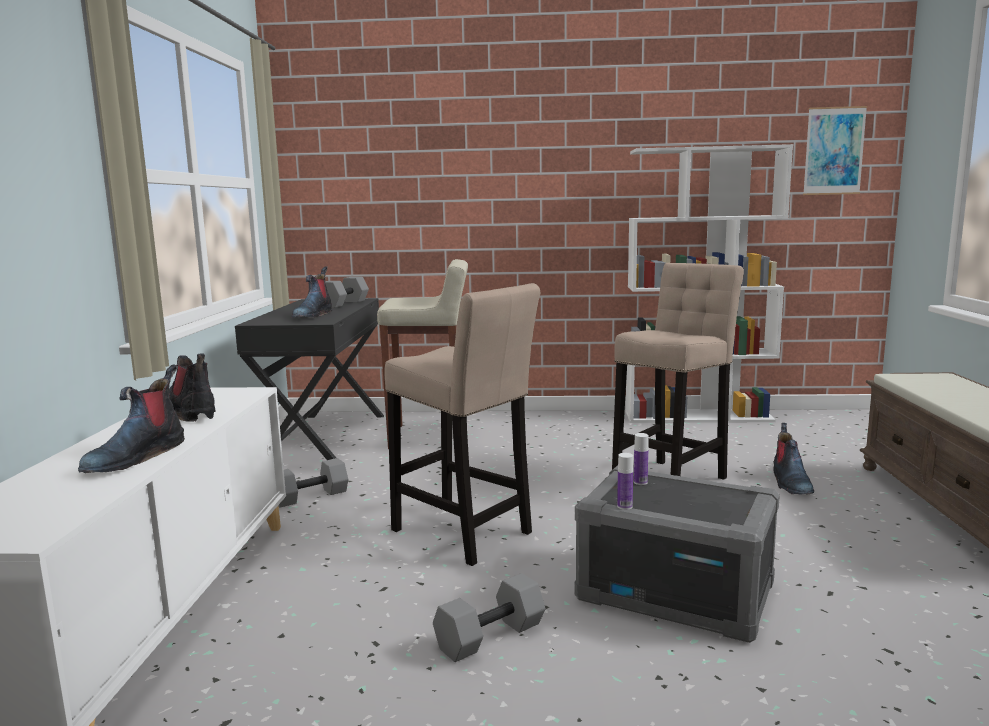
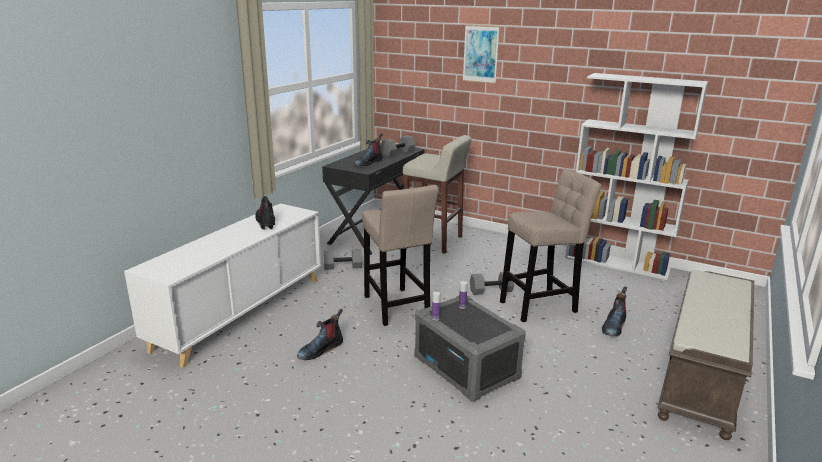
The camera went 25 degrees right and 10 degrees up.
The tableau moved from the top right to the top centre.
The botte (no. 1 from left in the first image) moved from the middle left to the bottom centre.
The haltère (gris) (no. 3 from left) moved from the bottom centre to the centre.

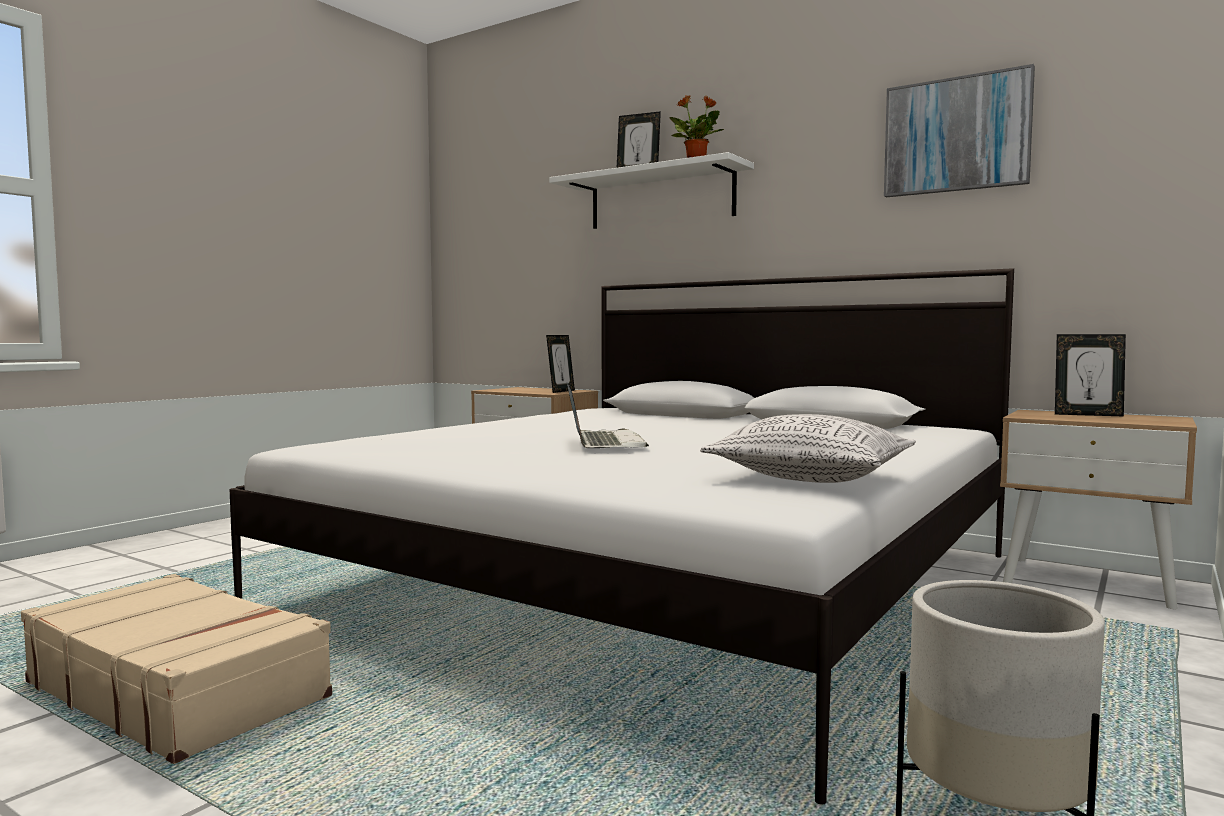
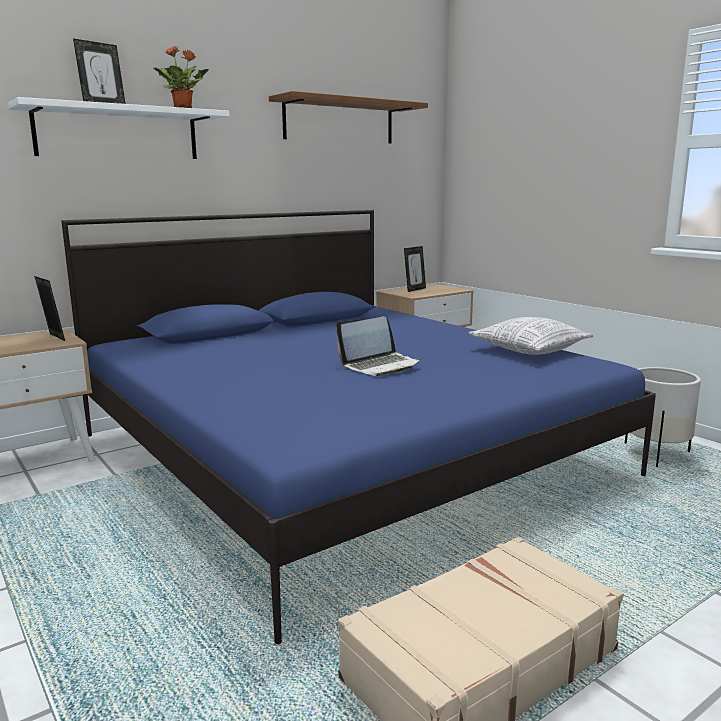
The camera went 70 degrees left and 10 degrees up.
The tableau at the top right was replaced by the étagère (marron) at the top centre.
The lit (blanc) at the centre became the lit (bleu) at the centre.
The ordinateur portable at the centre turned 135 degrees clockwise.

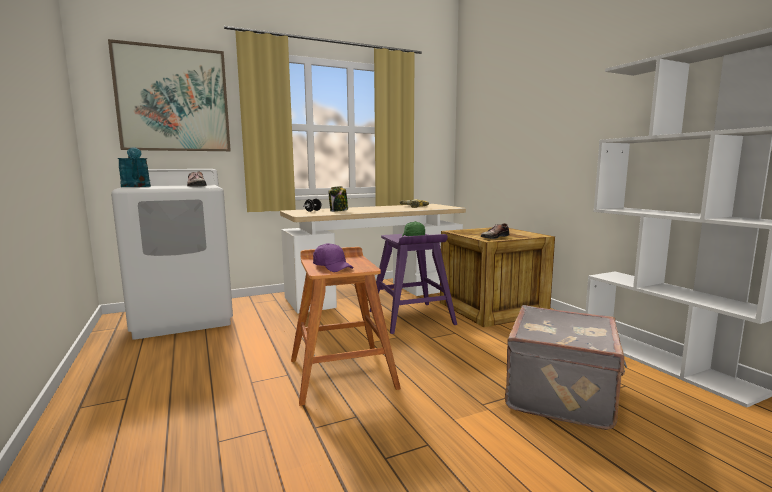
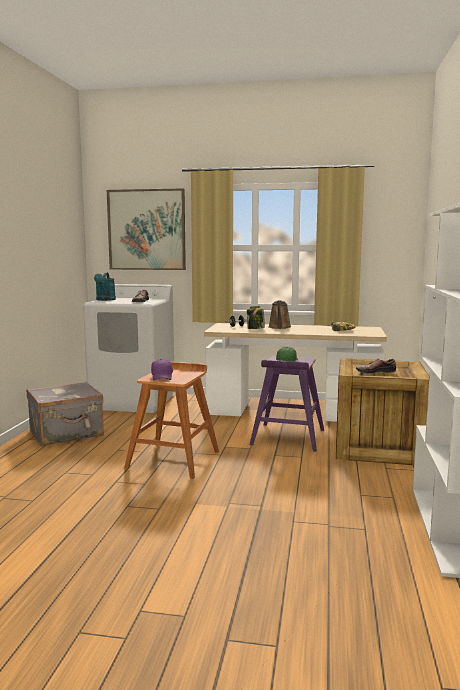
The camera went 35 degrees right and 0 degrees up.
The valise (gris) moved from the bottom right to the middle left.
The arrosoir (marron) at the centre appeared.

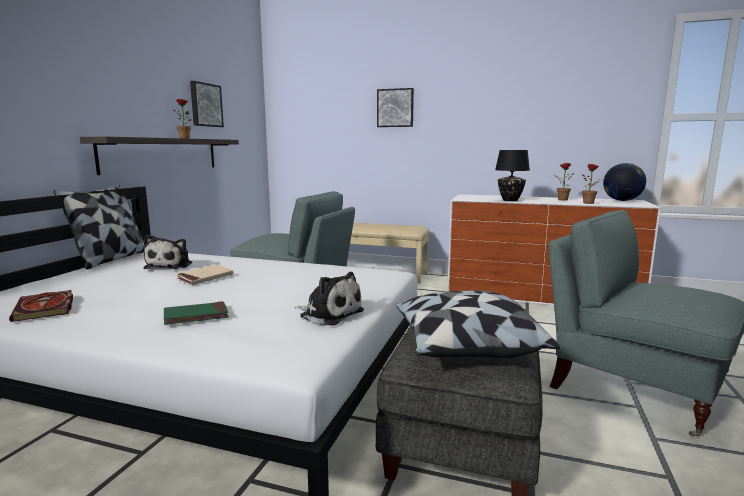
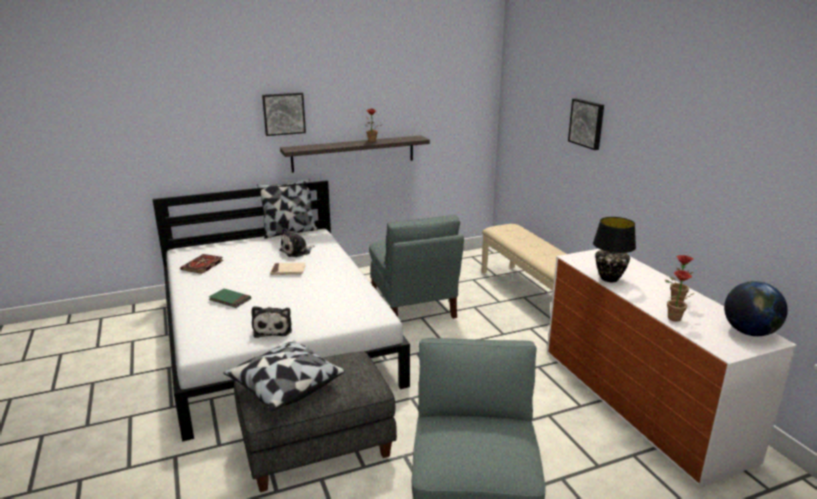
The camera went 50 degrees right and 10 degrees up.
The tableau (no. 1 from left) moved from the top left to the top centre.

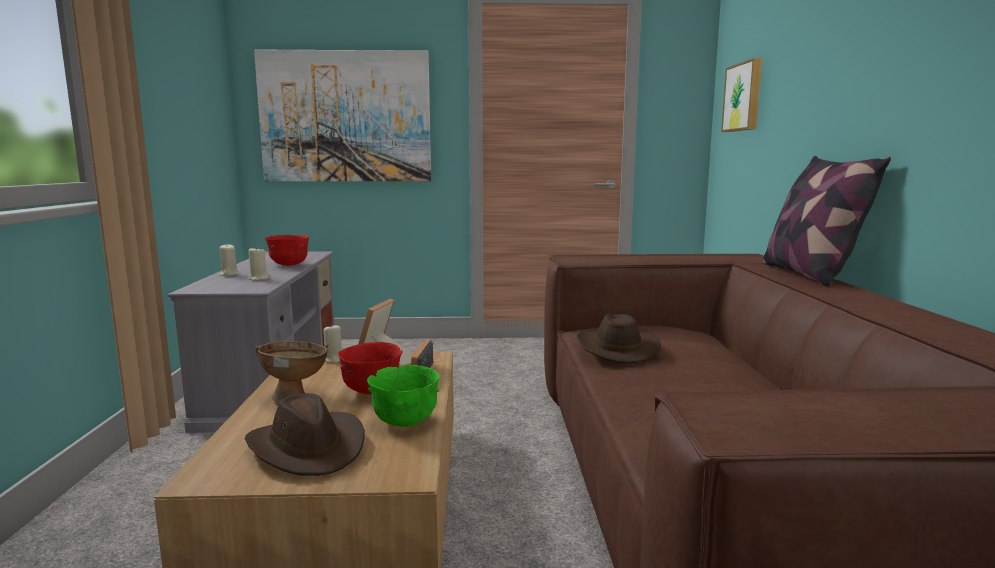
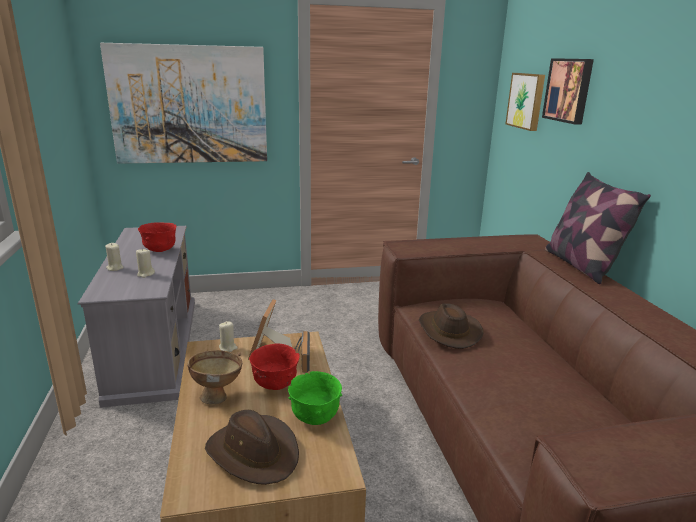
The camera went 10 degrees left and 10 degrees up.
The tableau (no. 3 from left) at the top right appeared.

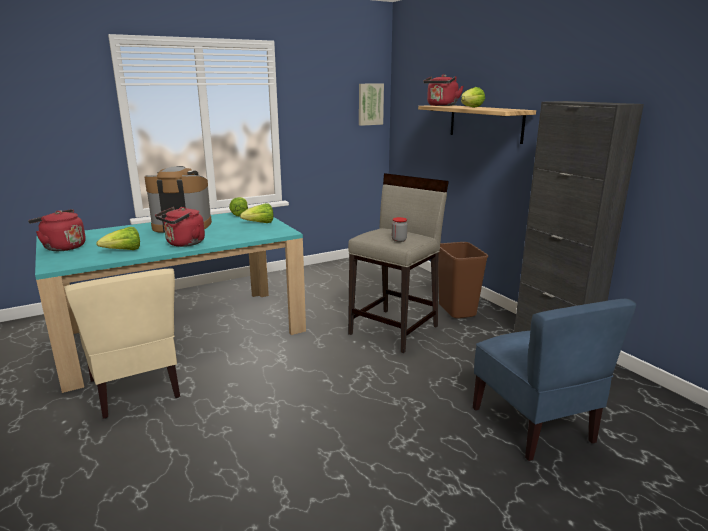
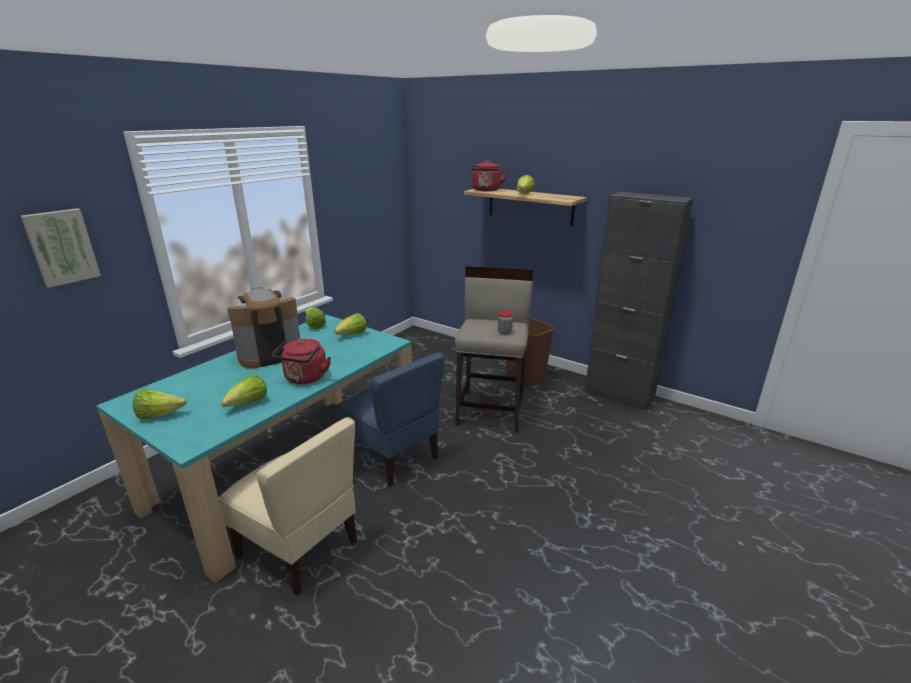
The camera went 25 degrees left and 5 degrees up.
The tableau moved from the top centre to the middle left.
The bouilloire (rouge) (no. 1 from left) at the middle left was replaced by the laitue (no. 1 from left) at the middle left.
The chaise (bleu) moved from the bottom right to the centre.

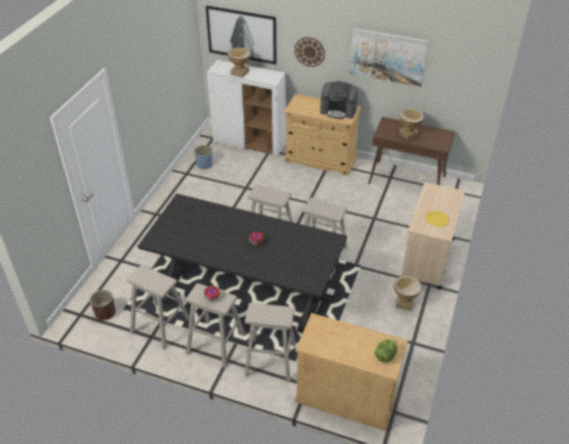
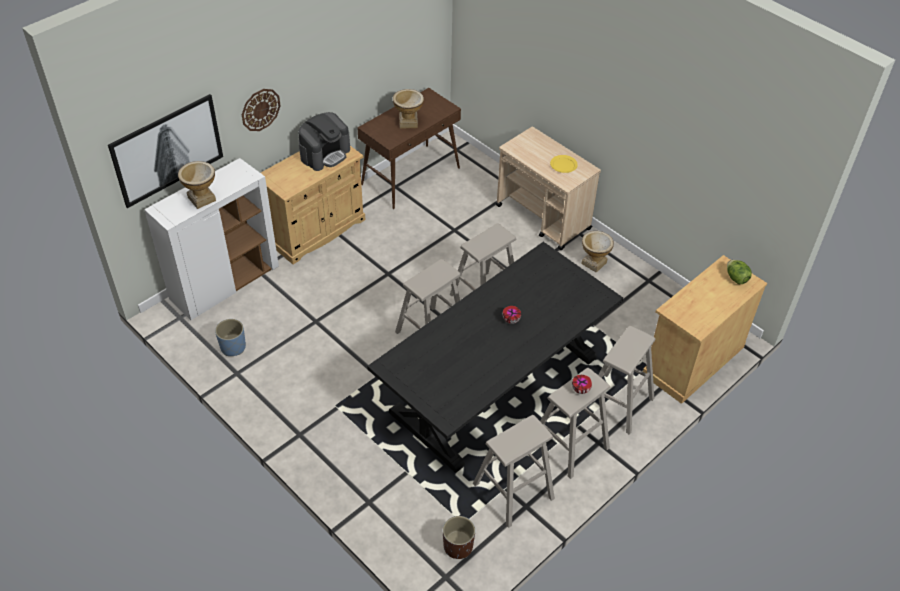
The camera went 65 degrees left and 5 degrees up.
The tableau (no. 2 from left) at the top right disappeared.

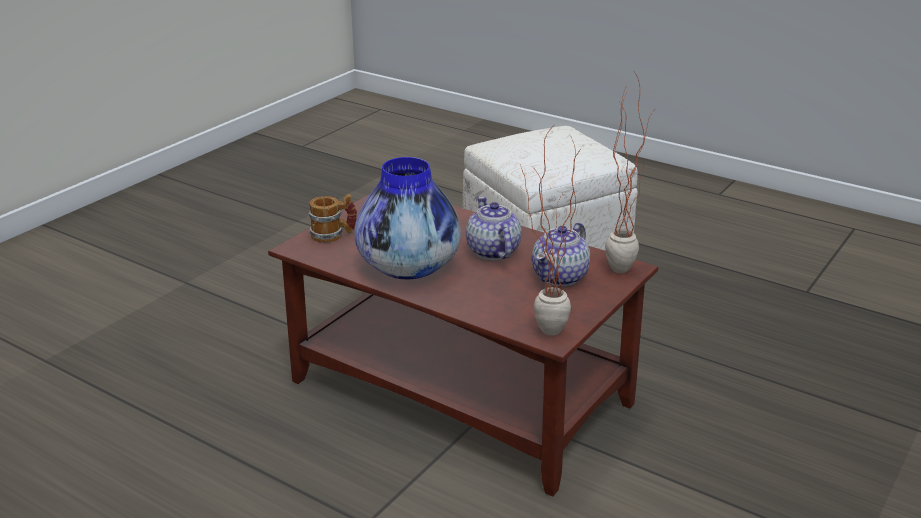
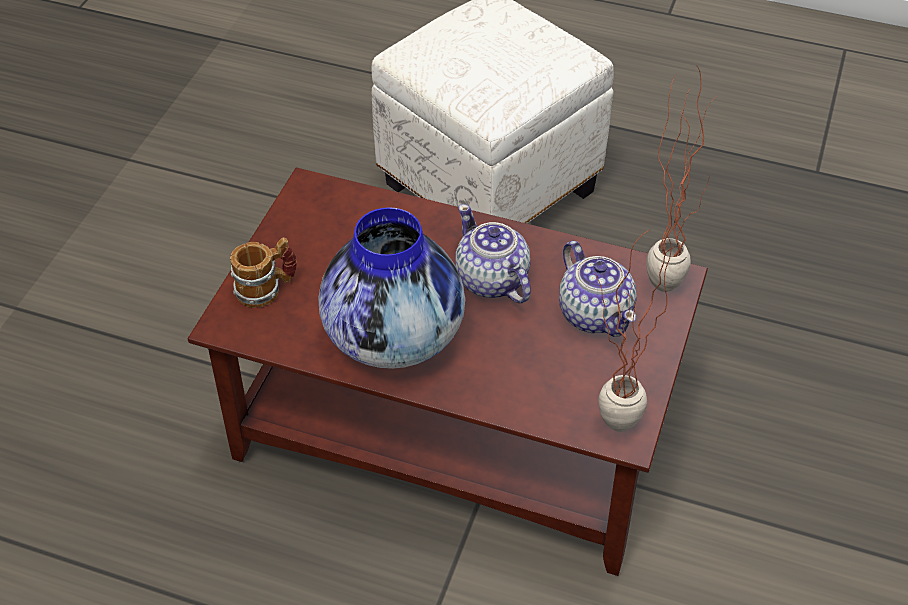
The camera went 15 degrees left and 20 degrees up.
The théière (no. 2 from left) at the centre turned 45 degrees counterclockwise.

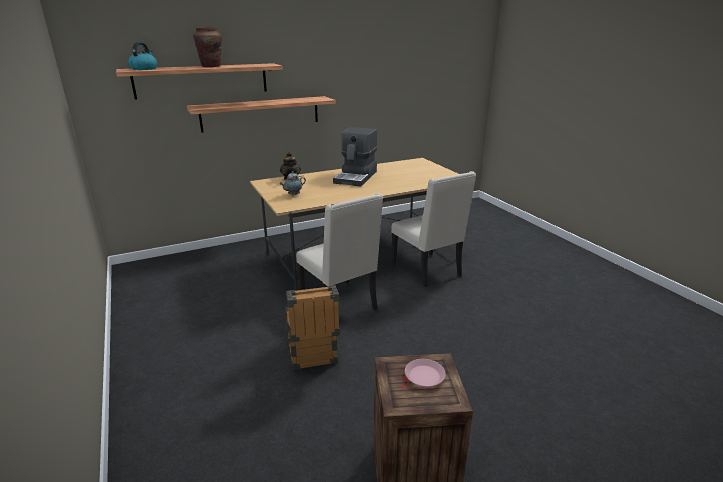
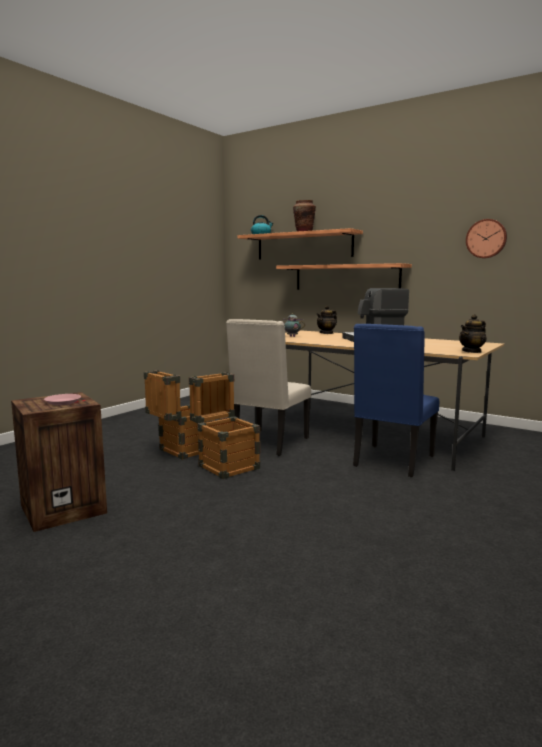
The camera went 60 degrees right and 15 degrees down.
The chaise (beige) (no. 2 from left) at the centre became the chaise (bleu) at the middle right.
The horloge murale at the top right appeared.
The théière (no. 3 from left) at the middle right appeared.
The caisse (no. 3 from left) at the centre appeared.

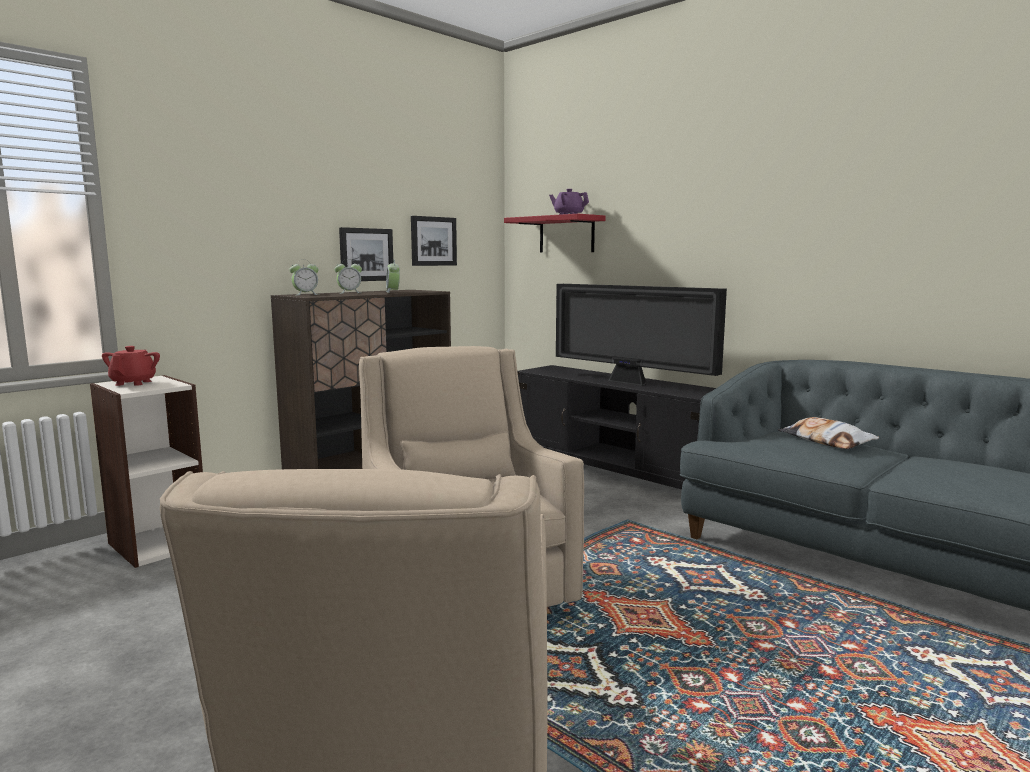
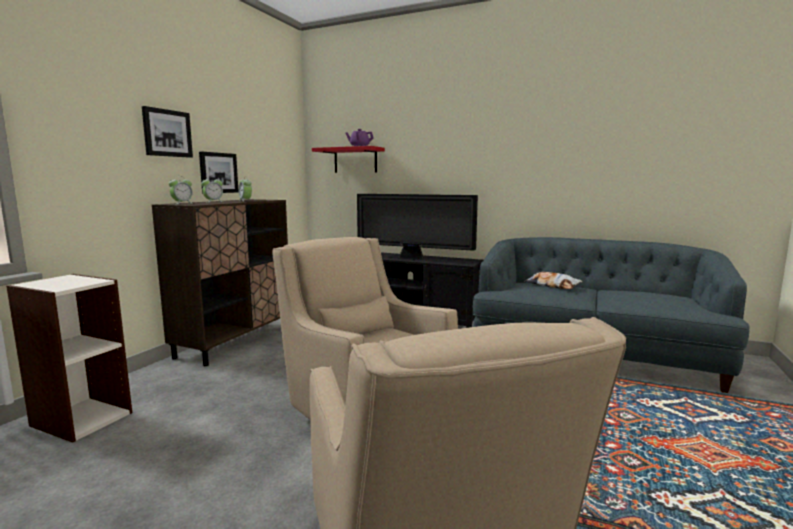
The camera went 20 degrees left and 0 degrees up.
The tableau (no. 2 from left in the first image) moved from the top centre to the top left.
The théière (rouge) at the middle left disappeared.

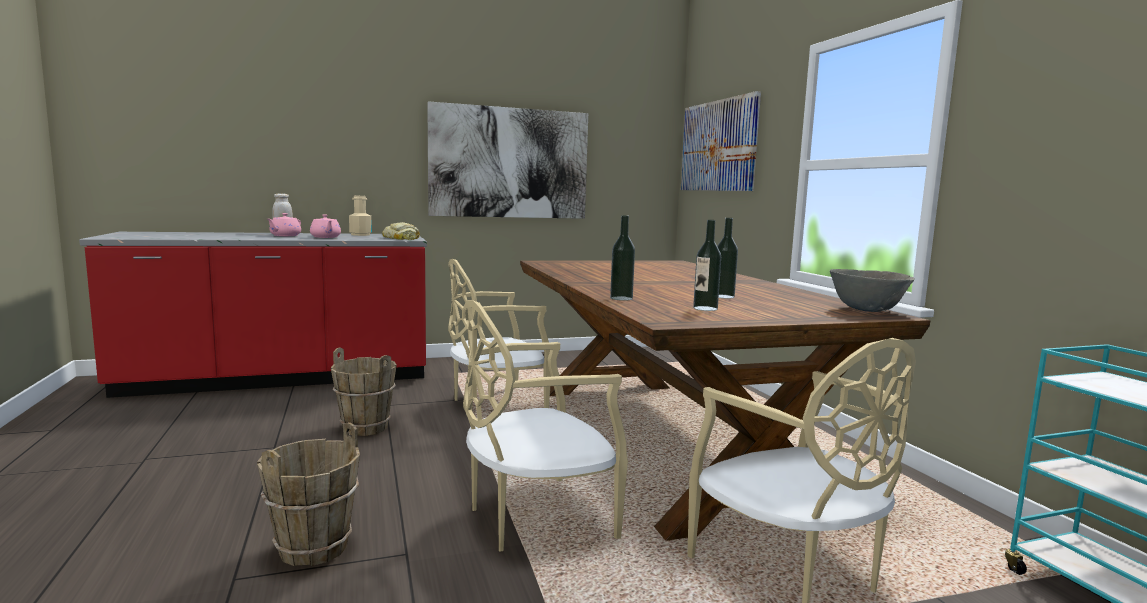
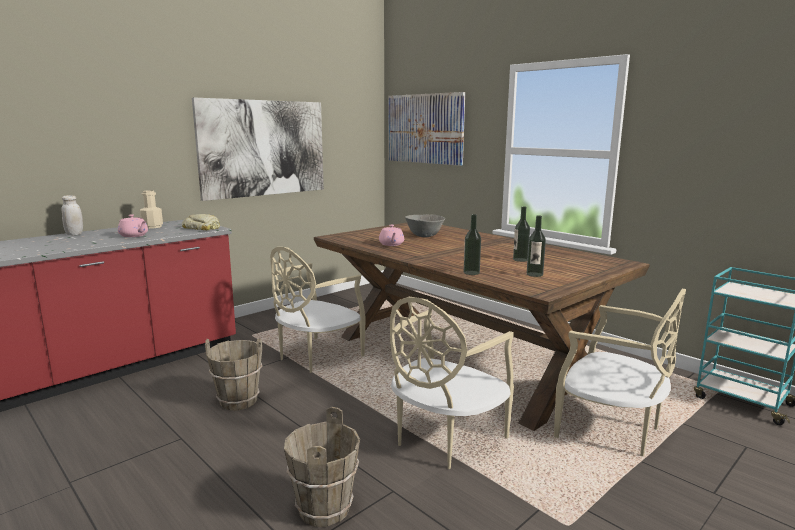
The camera went 25 degrees left and 5 degrees up.
The théière (rose) (no. 1 from left in the first image) moved from the middle left to the centre.
The bol (gris) moved from the middle right to the centre.

